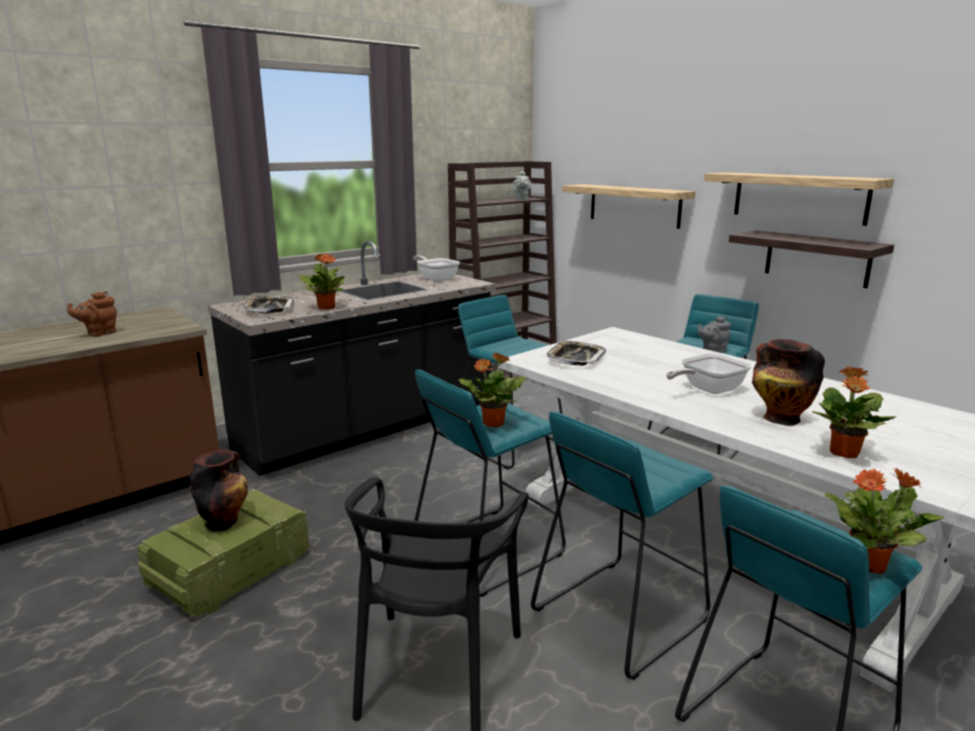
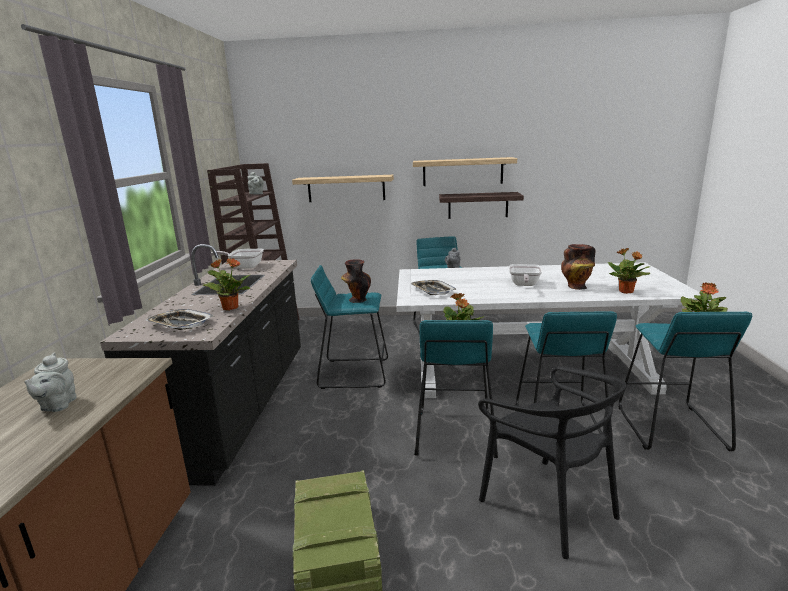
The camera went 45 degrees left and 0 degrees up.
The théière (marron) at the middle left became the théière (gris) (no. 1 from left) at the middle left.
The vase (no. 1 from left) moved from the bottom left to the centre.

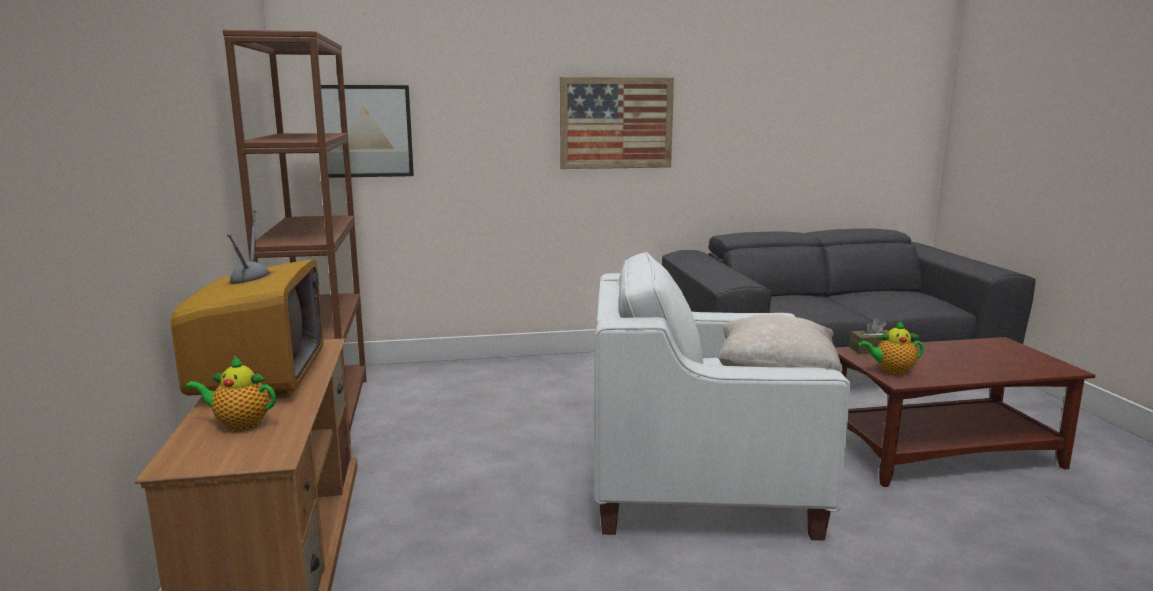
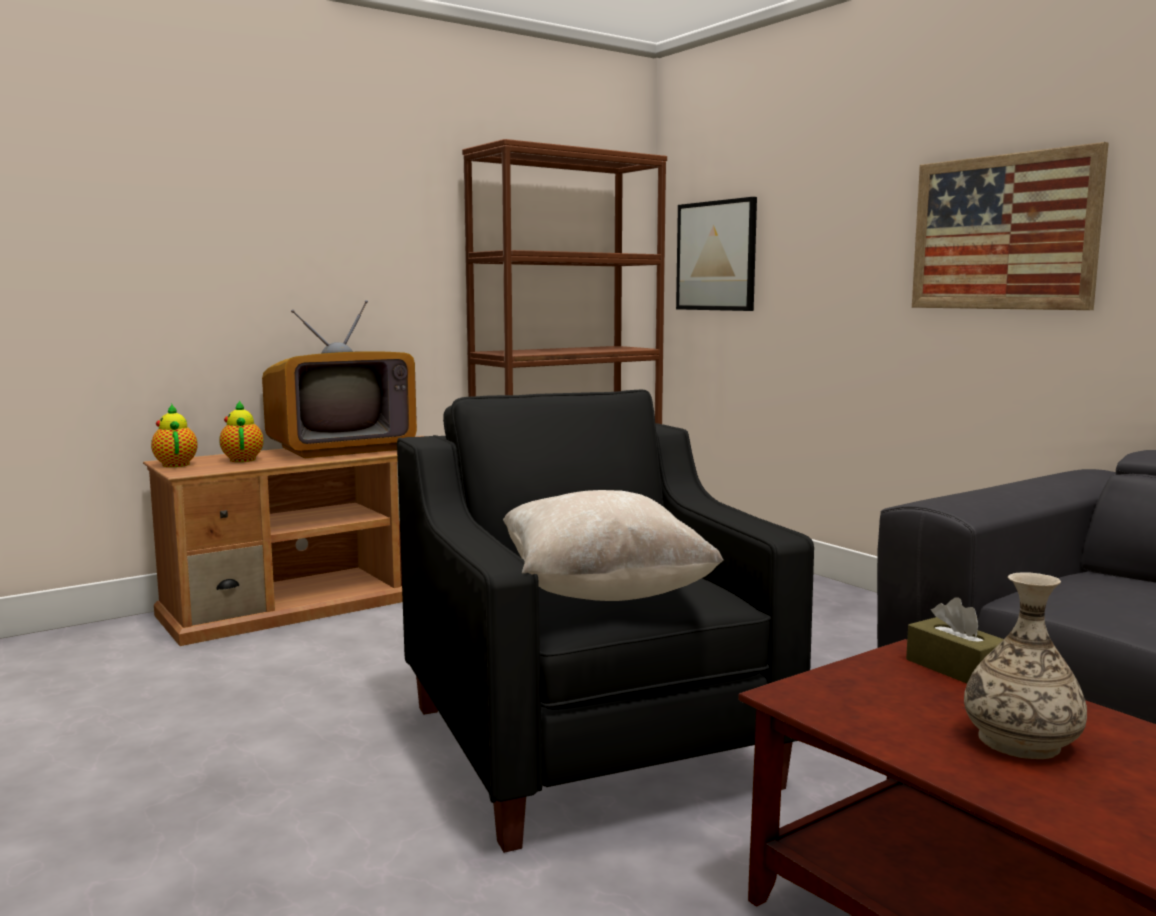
The camera went 65 degrees right and 5 degrees down.
The fauteuil (blanc) at the bottom centre became the fauteuil (noir) at the bottom centre.
The théière (no. 2 from left in the first image) moved from the middle right to the middle left.
The vase at the bottom right appeared.

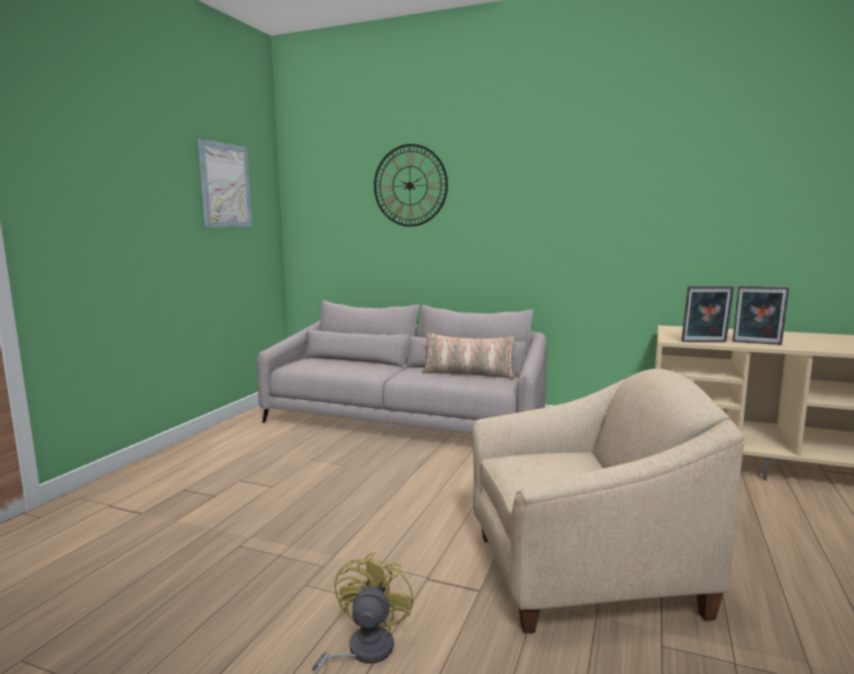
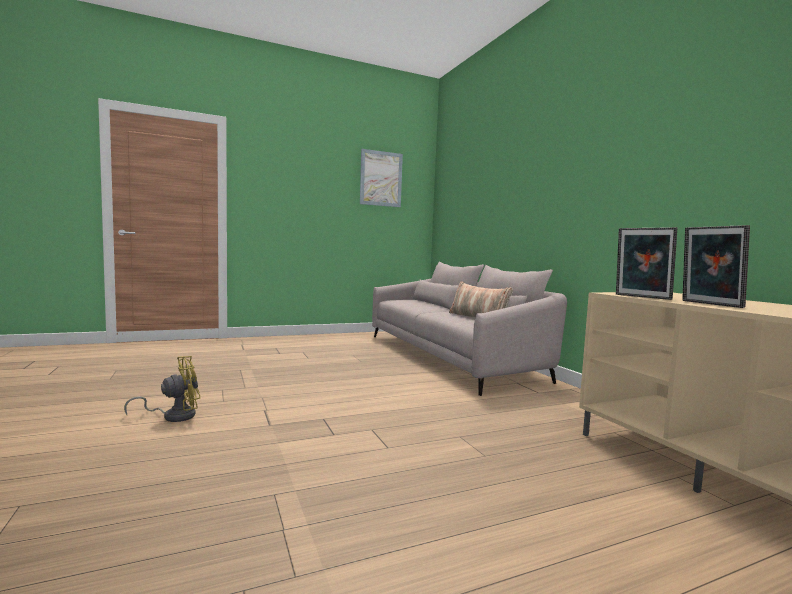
The camera went 45 degrees right and 5 degrees down.
The horloge murale at the top centre disappeared.
The fauteuil (beige) at the bottom right disappeared.

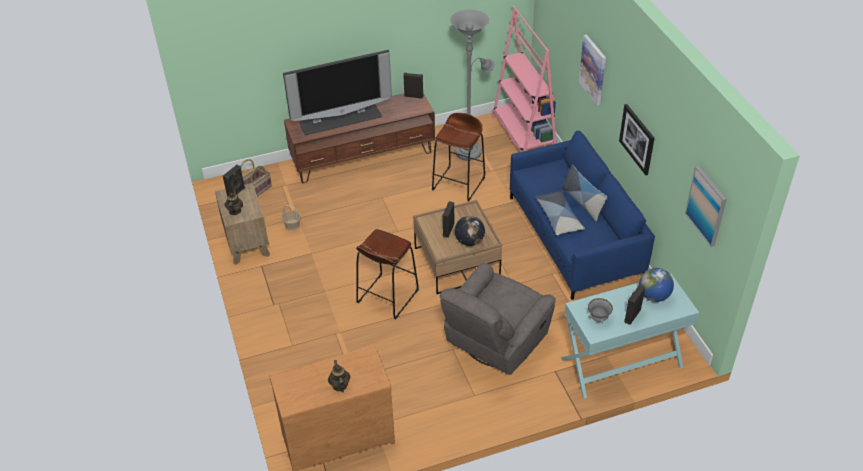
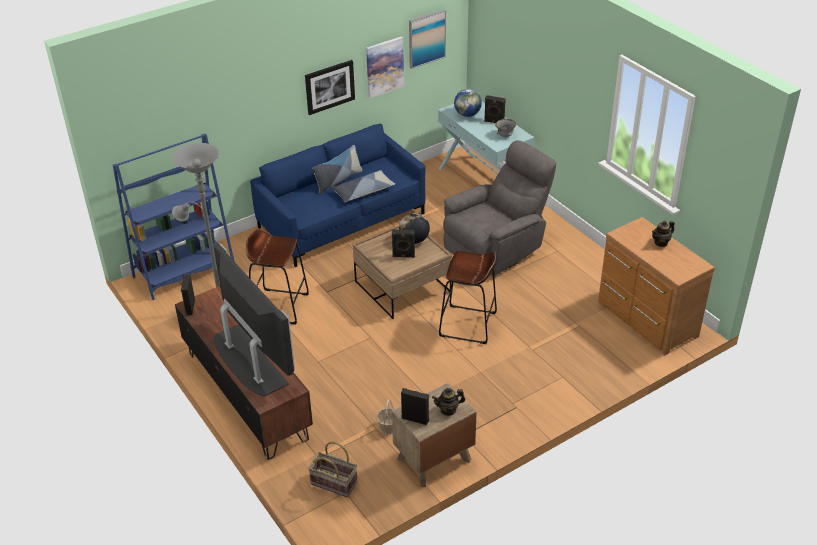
The camera went 105 degrees left and 5 degrees down.
The bibliothèque (rose) at the top centre became the bibliothèque (bleu) at the middle left.
The tableau (no. 1 from left in the first image) moved from the top right to the top centre.
The fauteuil (gris) at the bottom centre turned 60 degrees counterclockwise.

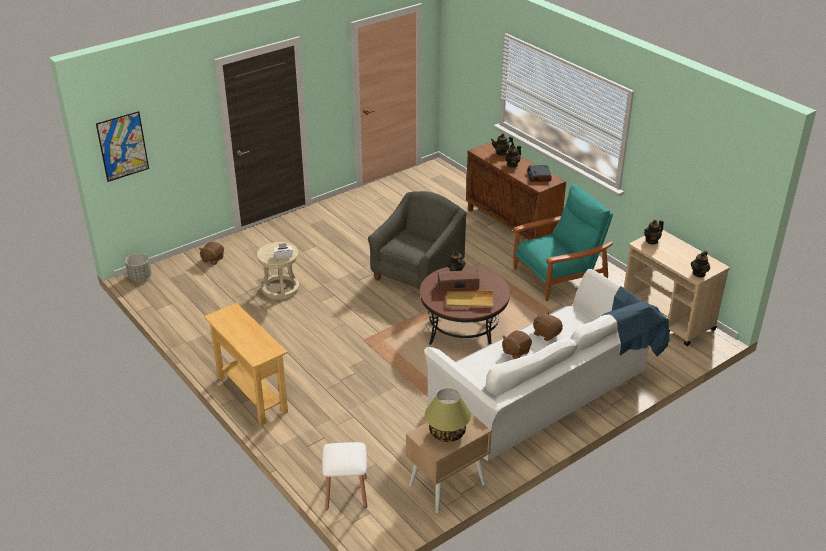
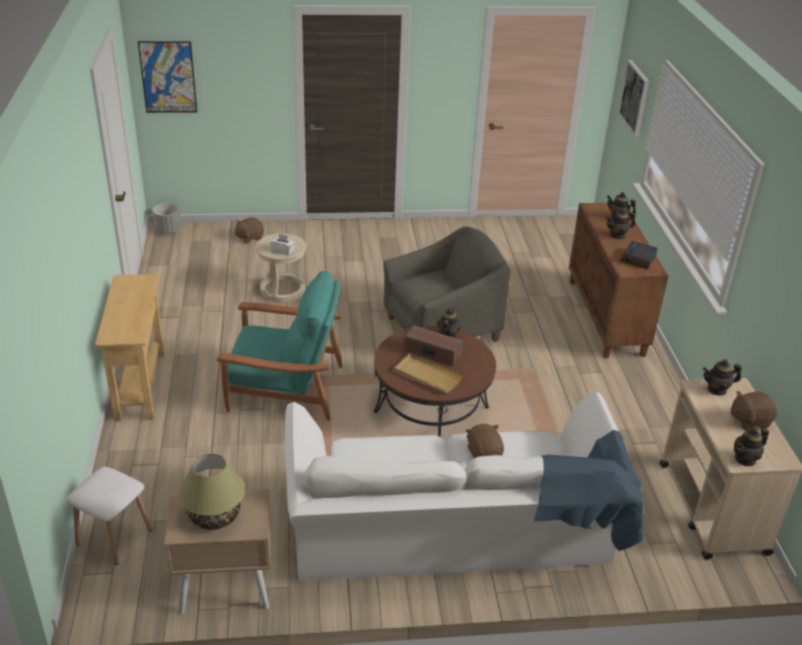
The camera went 30 degrees right and 0 degrees up.
The fauteuil (turquoise) moved from the middle right to the centre.
The peluche (marron) (no. 2 from left in the first image) moved from the centre to the middle right.
The tableau (no. 2 from left) at the top right appeared.

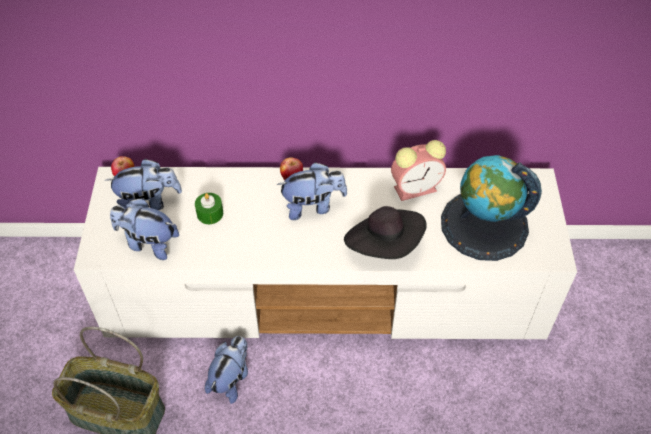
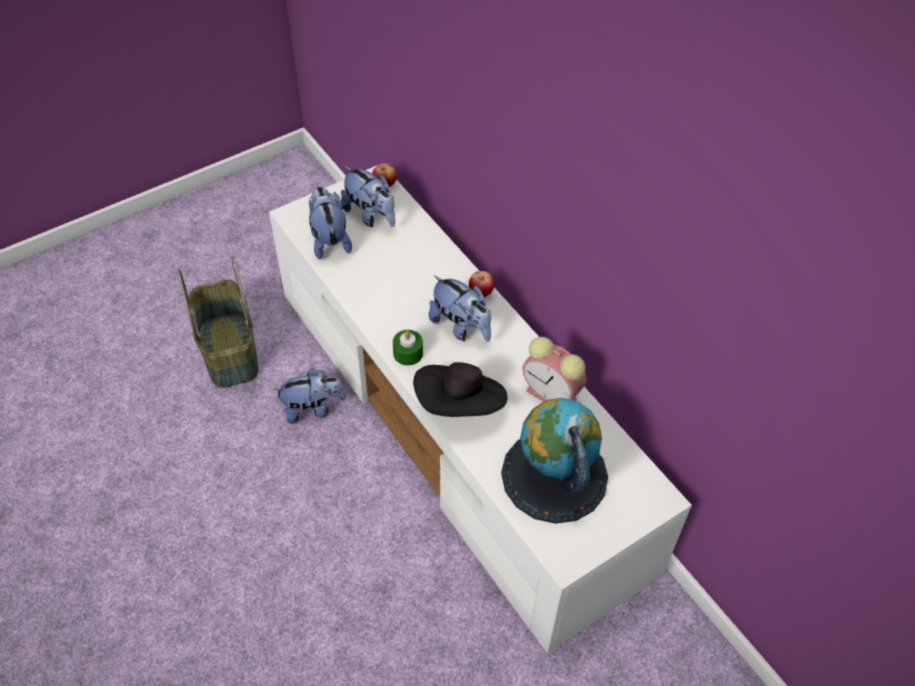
The camera went 55 degrees right and 0 degrees up.
The bougie (vert) moved from the middle left to the centre.

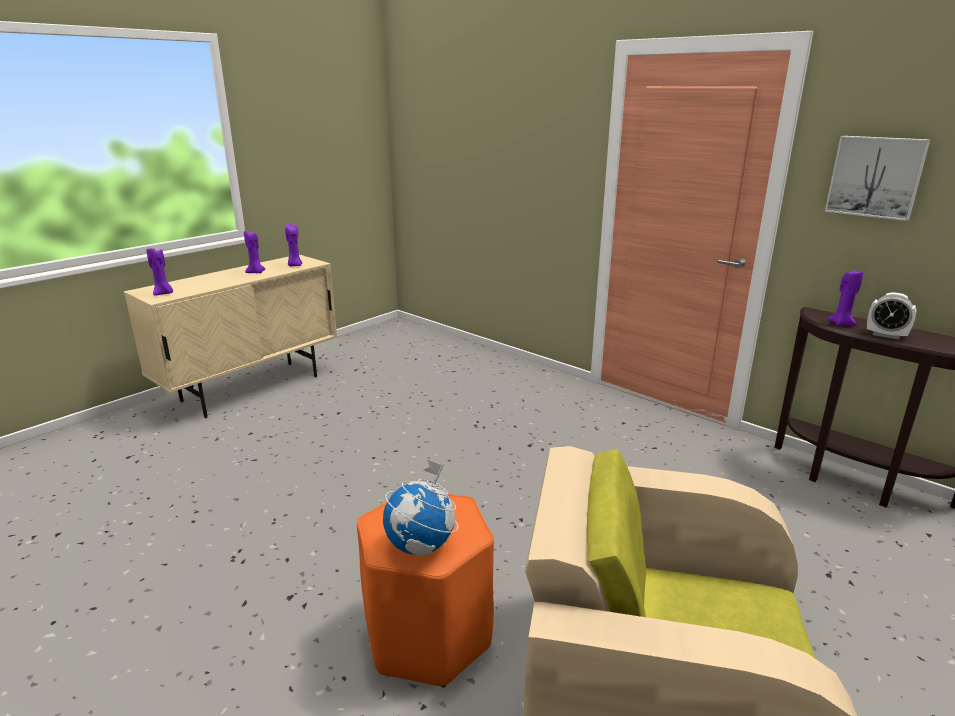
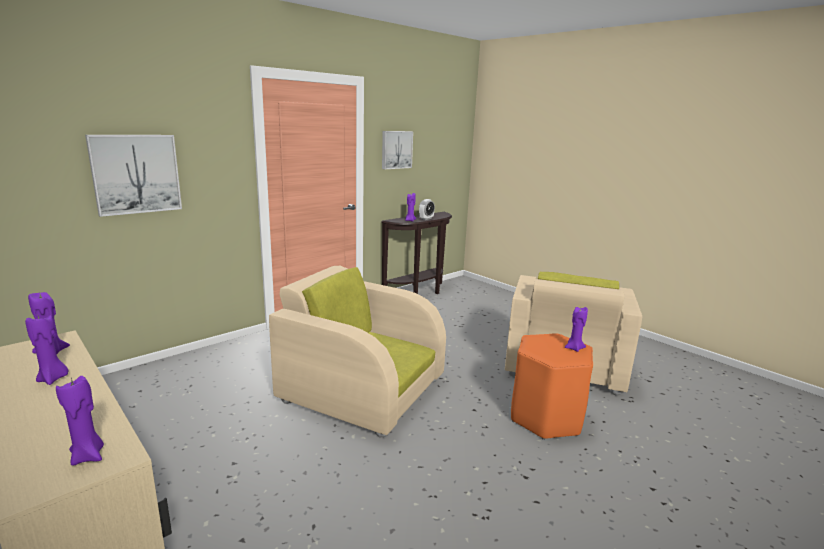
The camera went 85 degrees left and 5 degrees down.
The globe at the bottom centre was replaced by the bougie (violet) (no. 5 from left) at the middle right.
The tableau (no. 1 from left) at the top left appeared.
The fauteuil (beige) (no. 1 from left) at the centre appeared.

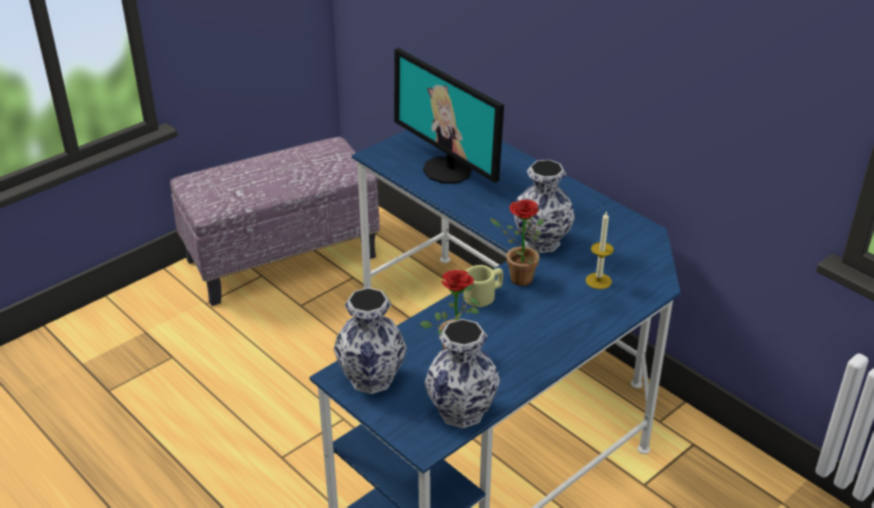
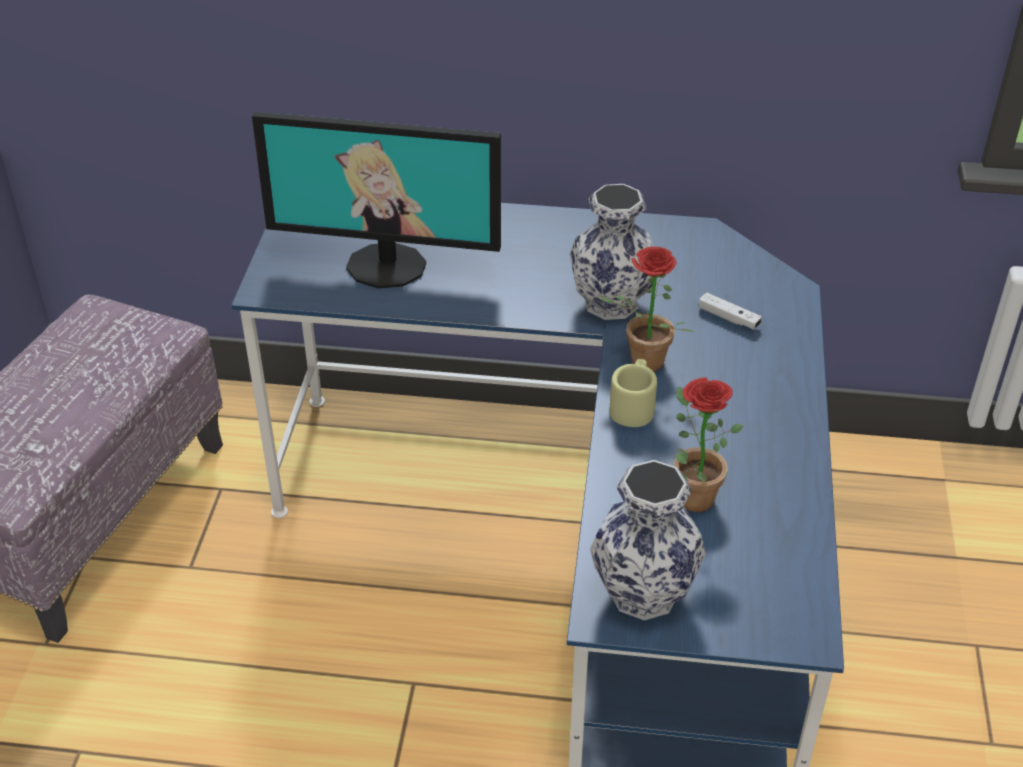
The camera went 40 degrees left and 5 degrees up.
The bougie at the middle right was replaced by the manette (blanc) at the middle right.
The vase (no. 2 from left) at the bottom centre disappeared.

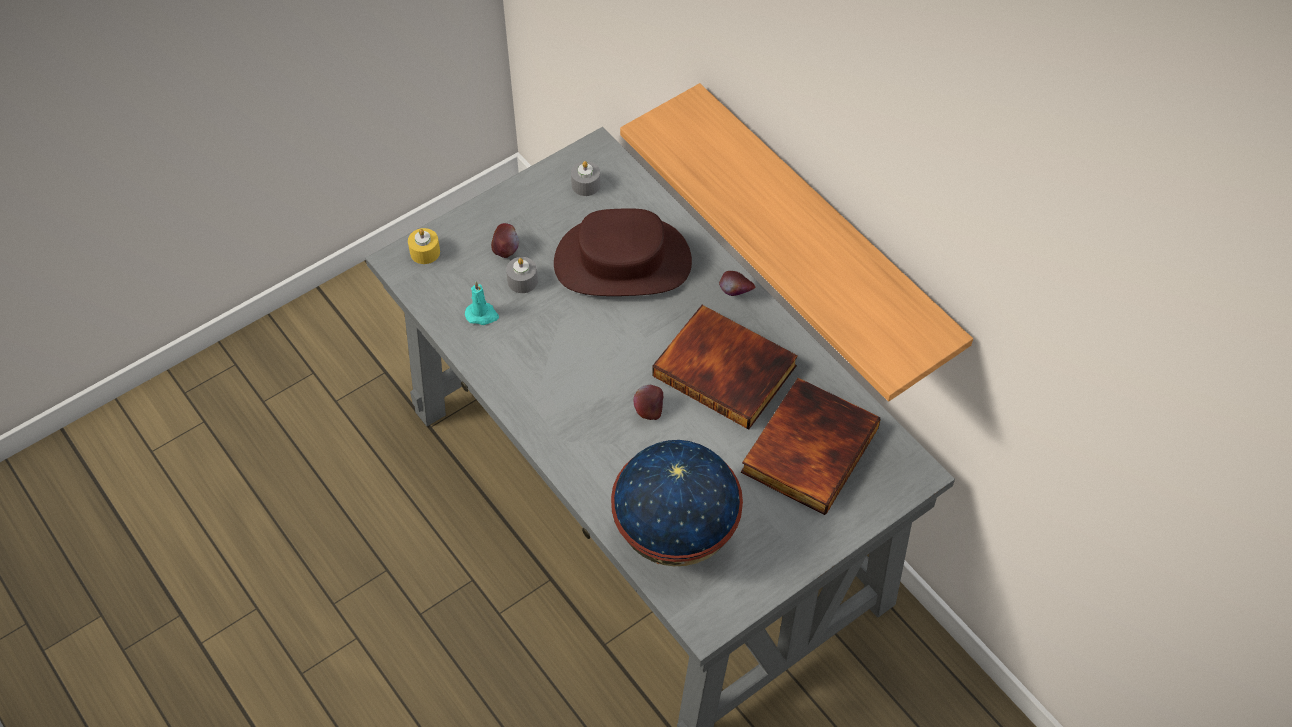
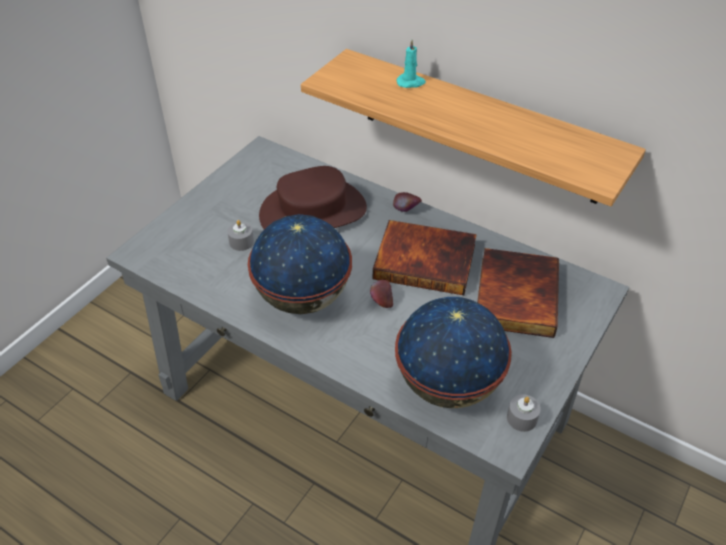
The camera went 20 degrees left and 10 degrees down.
The bougie (gris) (no. 2 from left) moved from the top centre to the bottom right.
The pomme (no. 1 from left) at the top centre disappeared.
The bougie (jaune) at the middle left disappeared.
The bougie (turquoise) moved from the centre to the top centre.
The globe (no. 1 from left) at the centre appeared.

